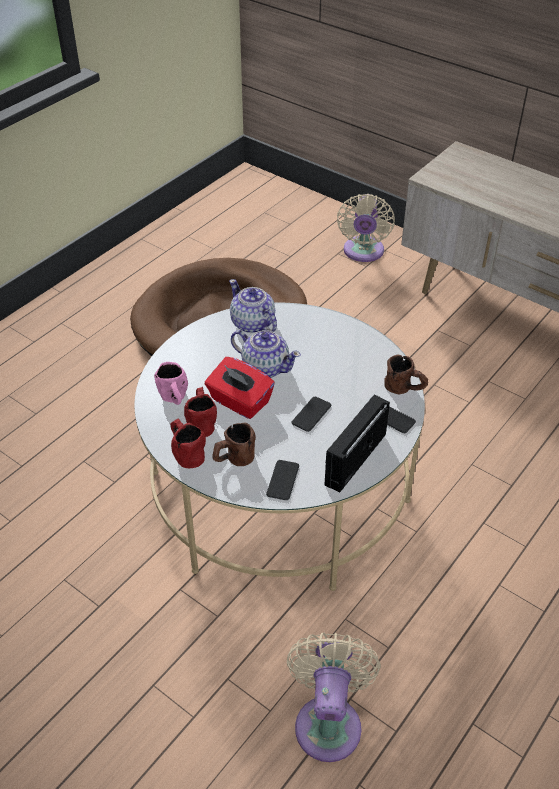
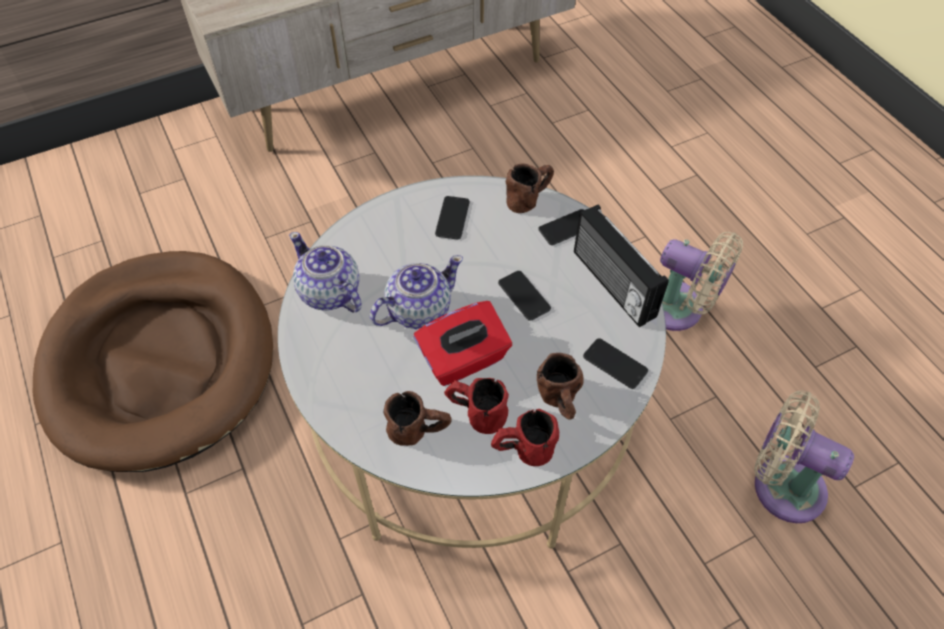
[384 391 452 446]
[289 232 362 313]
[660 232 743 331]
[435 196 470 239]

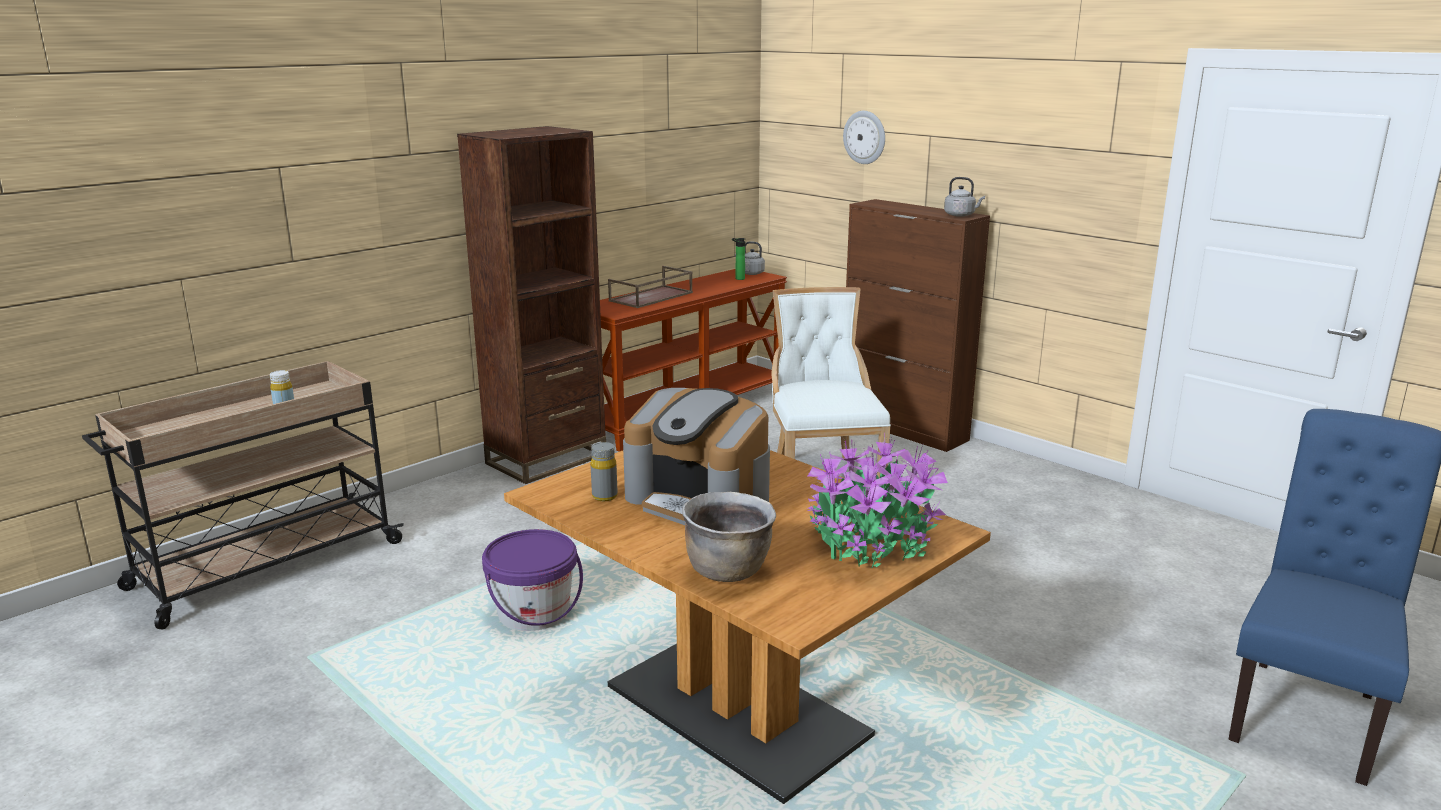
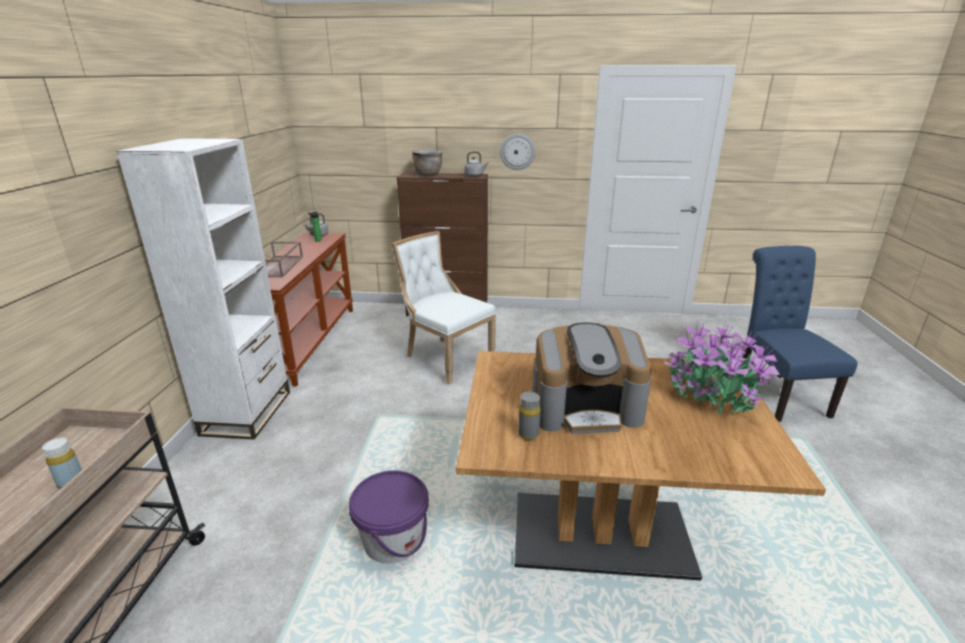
[116 138 290 439]
[412 150 443 176]
[500 134 535 170]

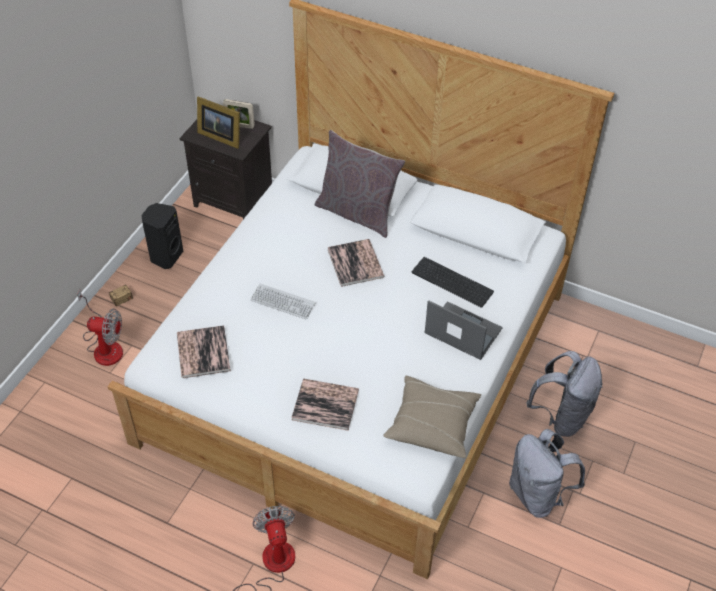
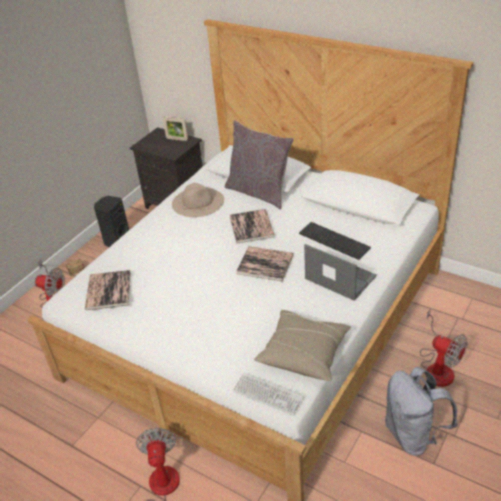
[197 96 240 149] (first image)
[233 373 304 416]
[236 246 294 282]
[420 308 468 387]
[172 183 224 217]

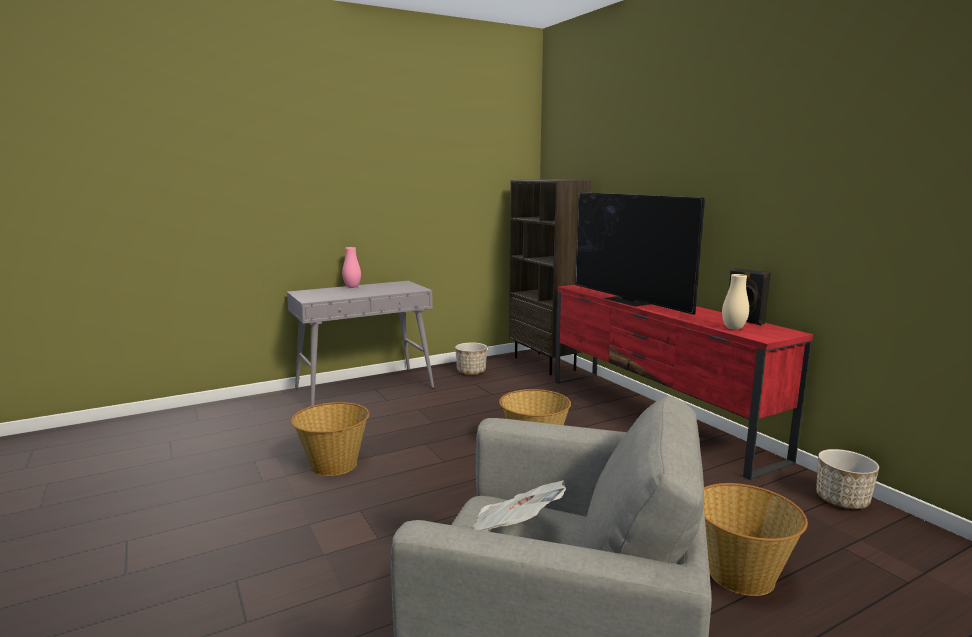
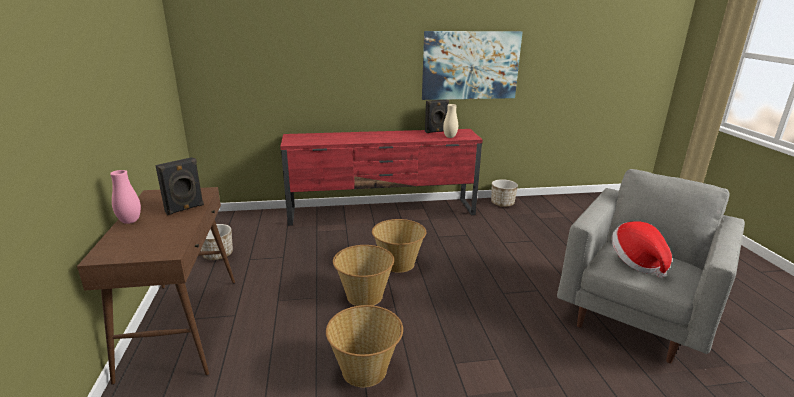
[77 187 235 385]
[611 221 672 278]
[509 179 591 375] (first image)
[575 192 705 315] (first image)
[333 245 394 306]
[155 157 204 215]
[422 31 522 100]

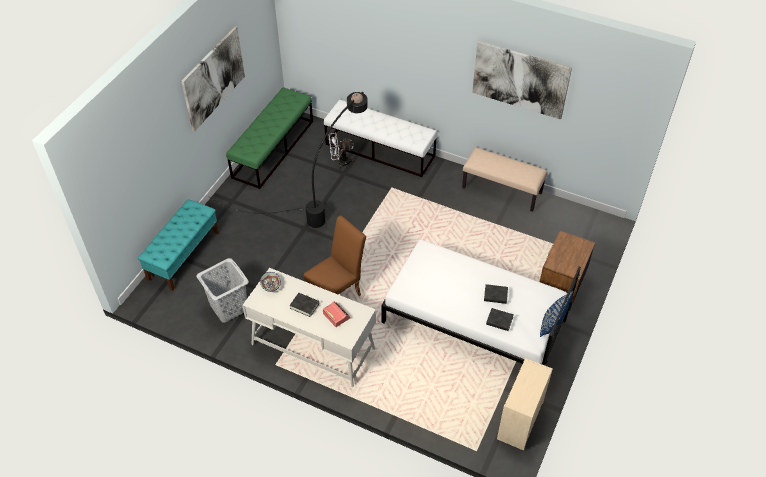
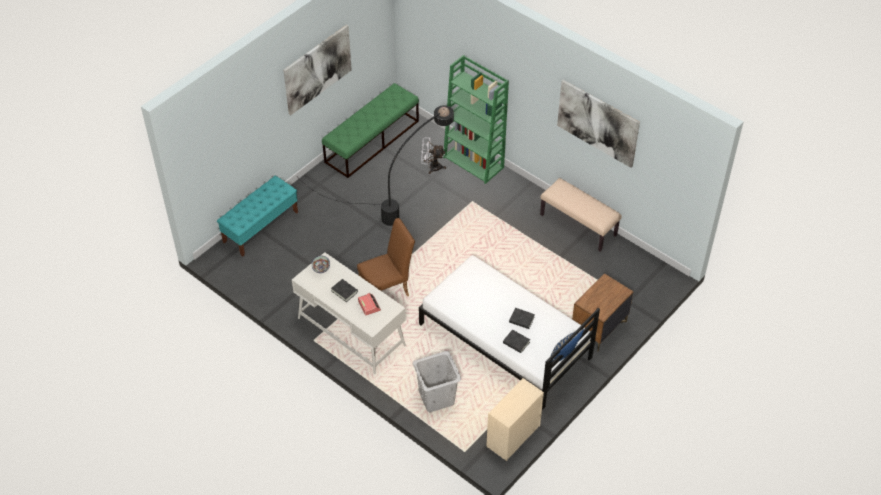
[413 351 461 412]
[443 55 509 184]

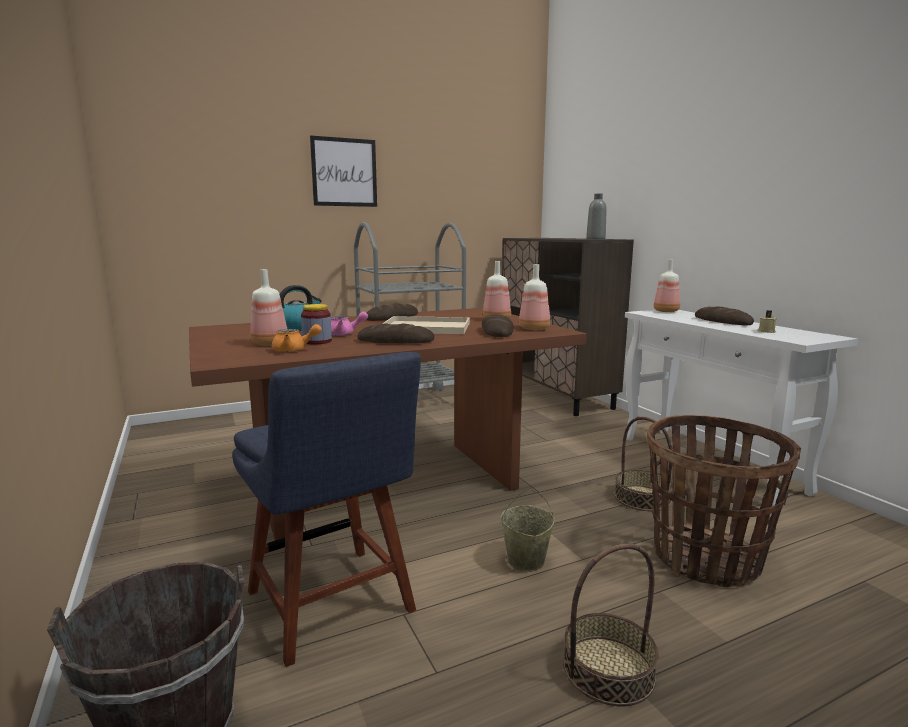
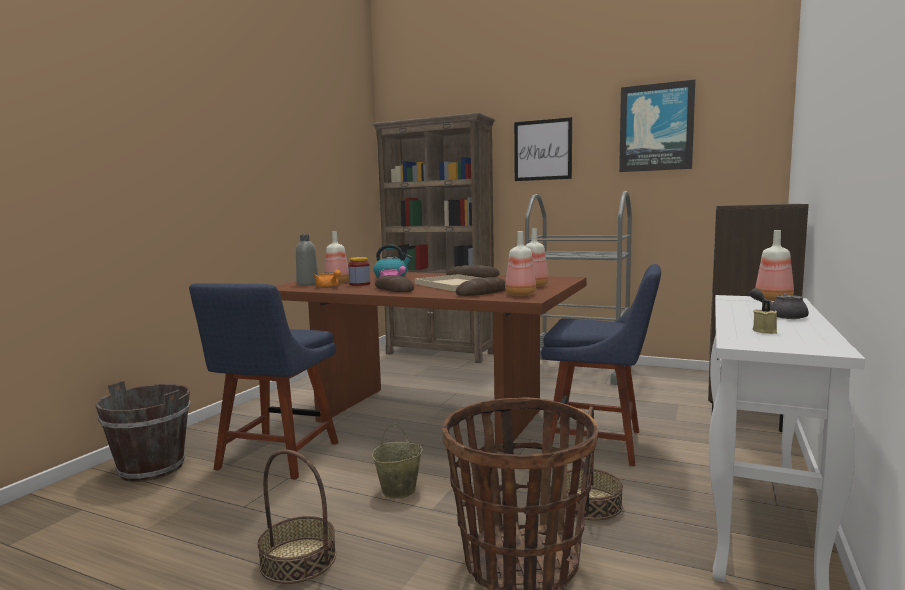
[296 234 318 286]
[750 288 809 319]
[372 112 495 363]
[541 264 661 466]
[619 80 695 172]

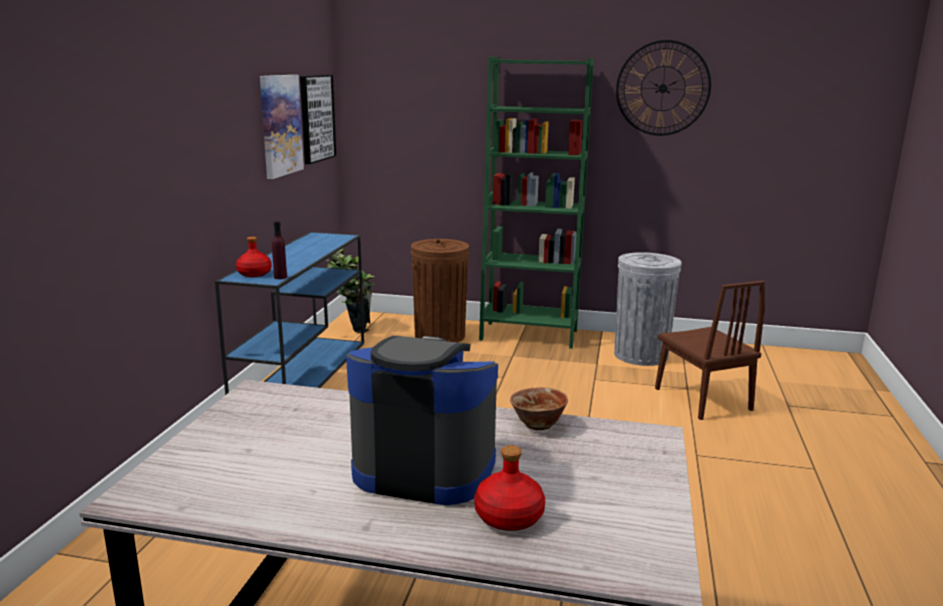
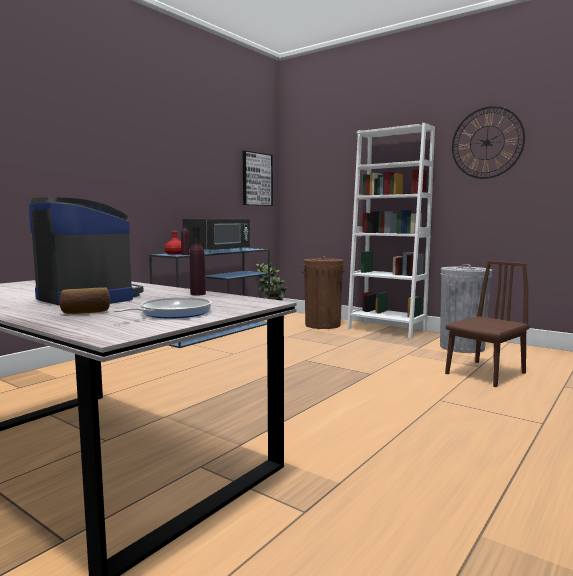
[260 75 304 179] (first image)
[59 287 110 314]
[347 123 435 339]
[190 227 206 296]
[445 261 530 387]
[114 297 212 319]
[186 219 250 253]

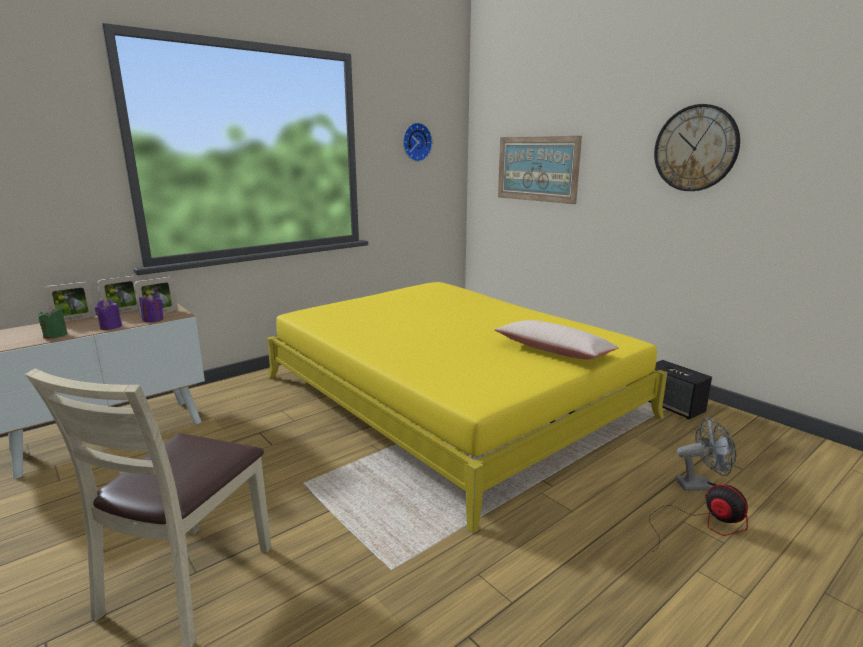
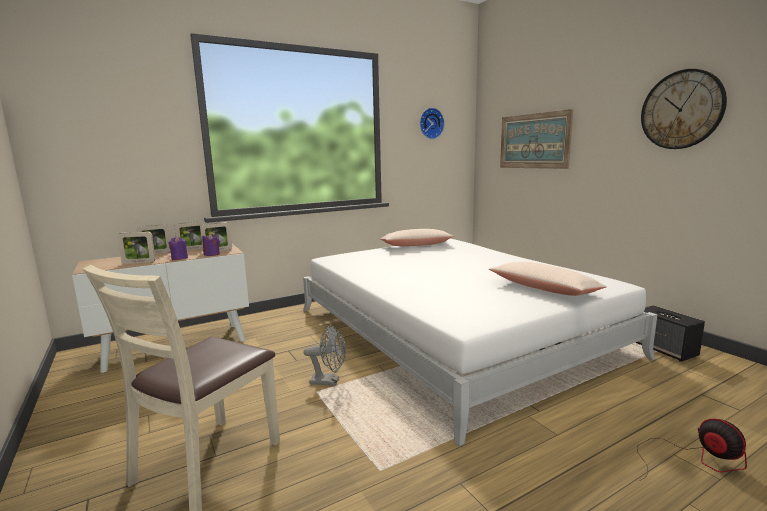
[117 232 156 264]
[303 239 658 446]
[303 325 346 386]
[381 229 454 246]

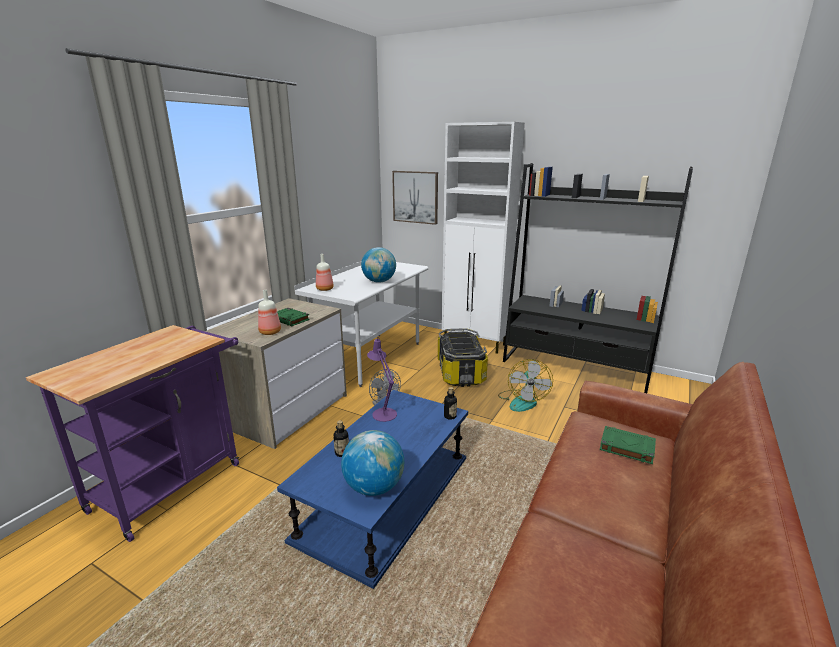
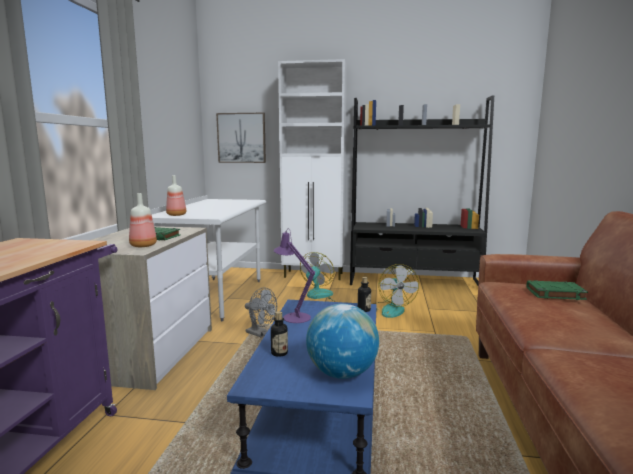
[361 247 396 283] (first image)
[300 252 335 302]

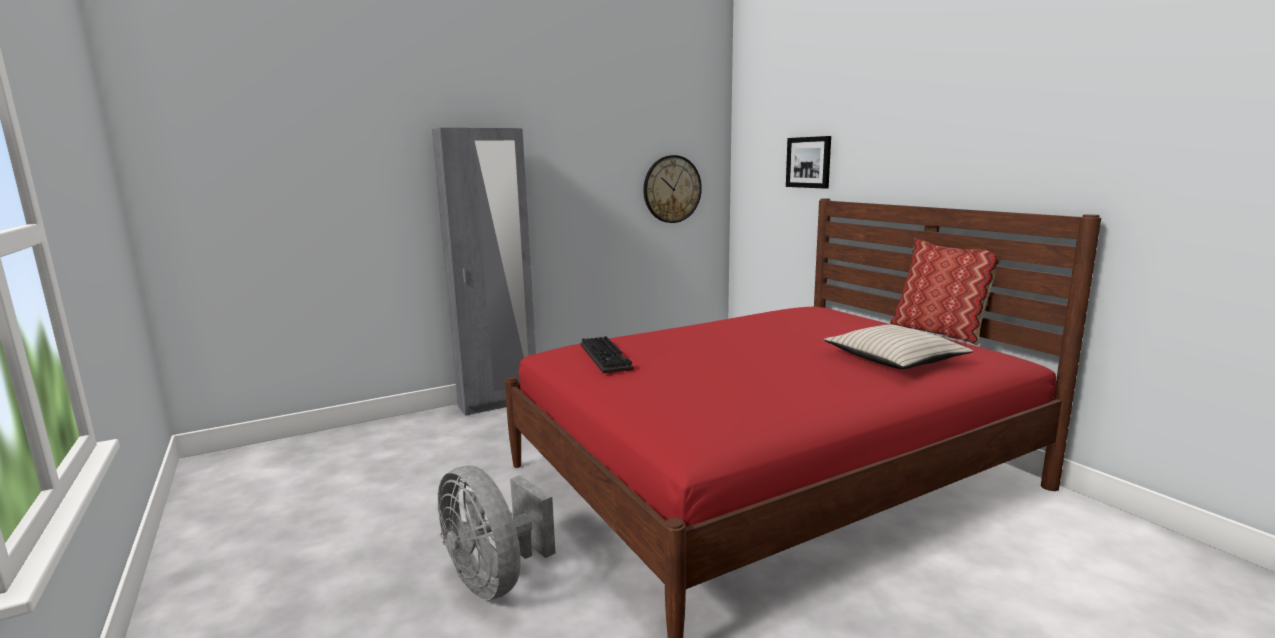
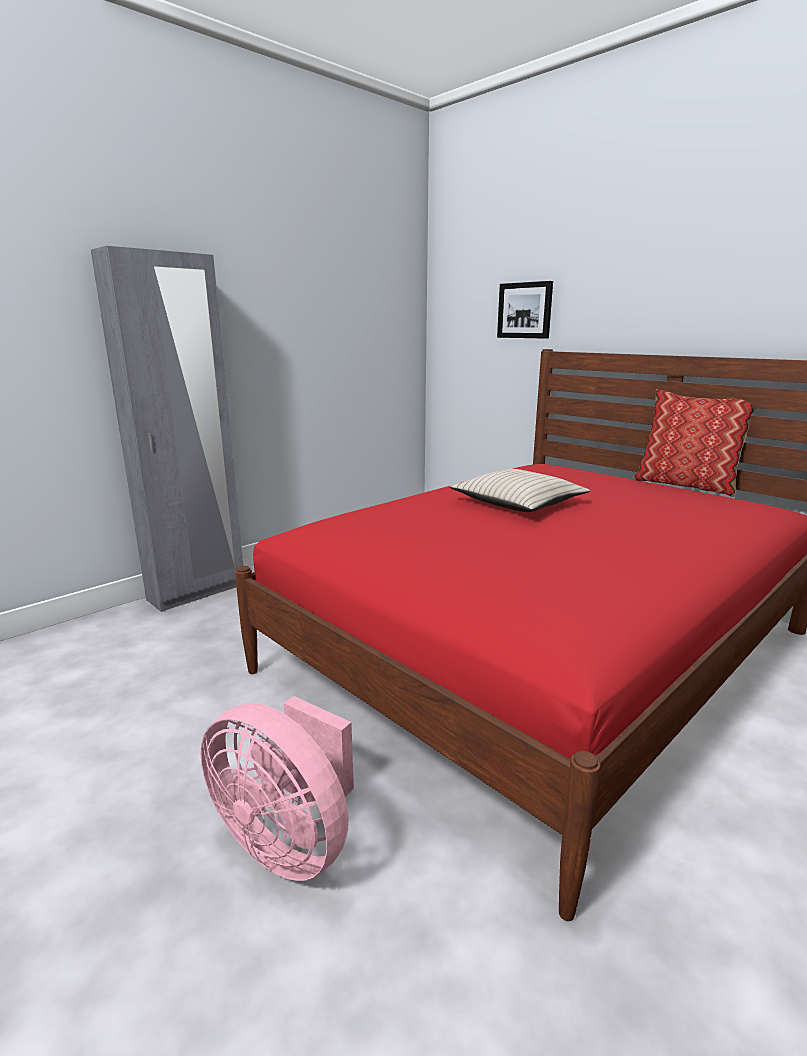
[200 696 354 881]
[581 336 634 374] (first image)
[643 155 702 223] (first image)
[449 469 590 512]

